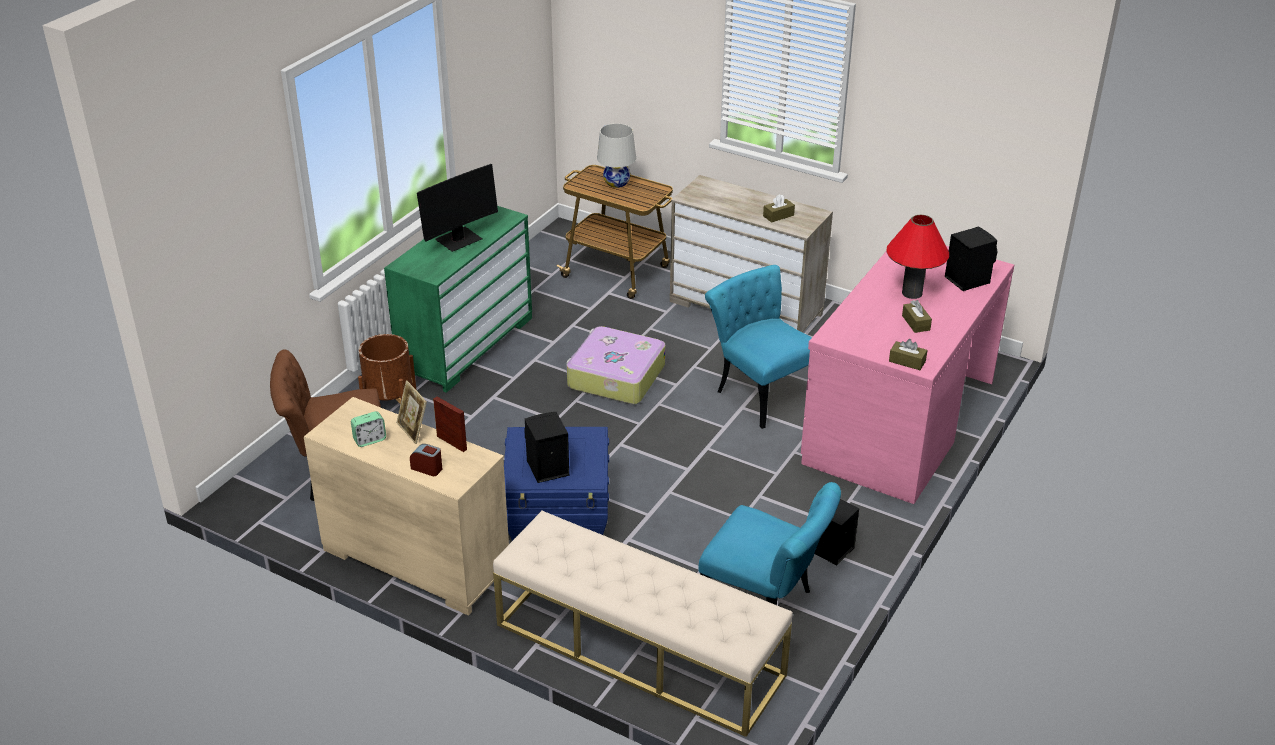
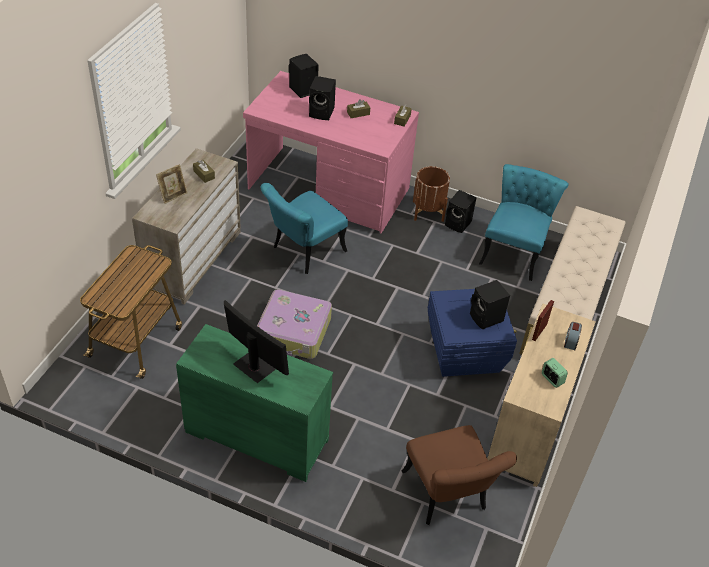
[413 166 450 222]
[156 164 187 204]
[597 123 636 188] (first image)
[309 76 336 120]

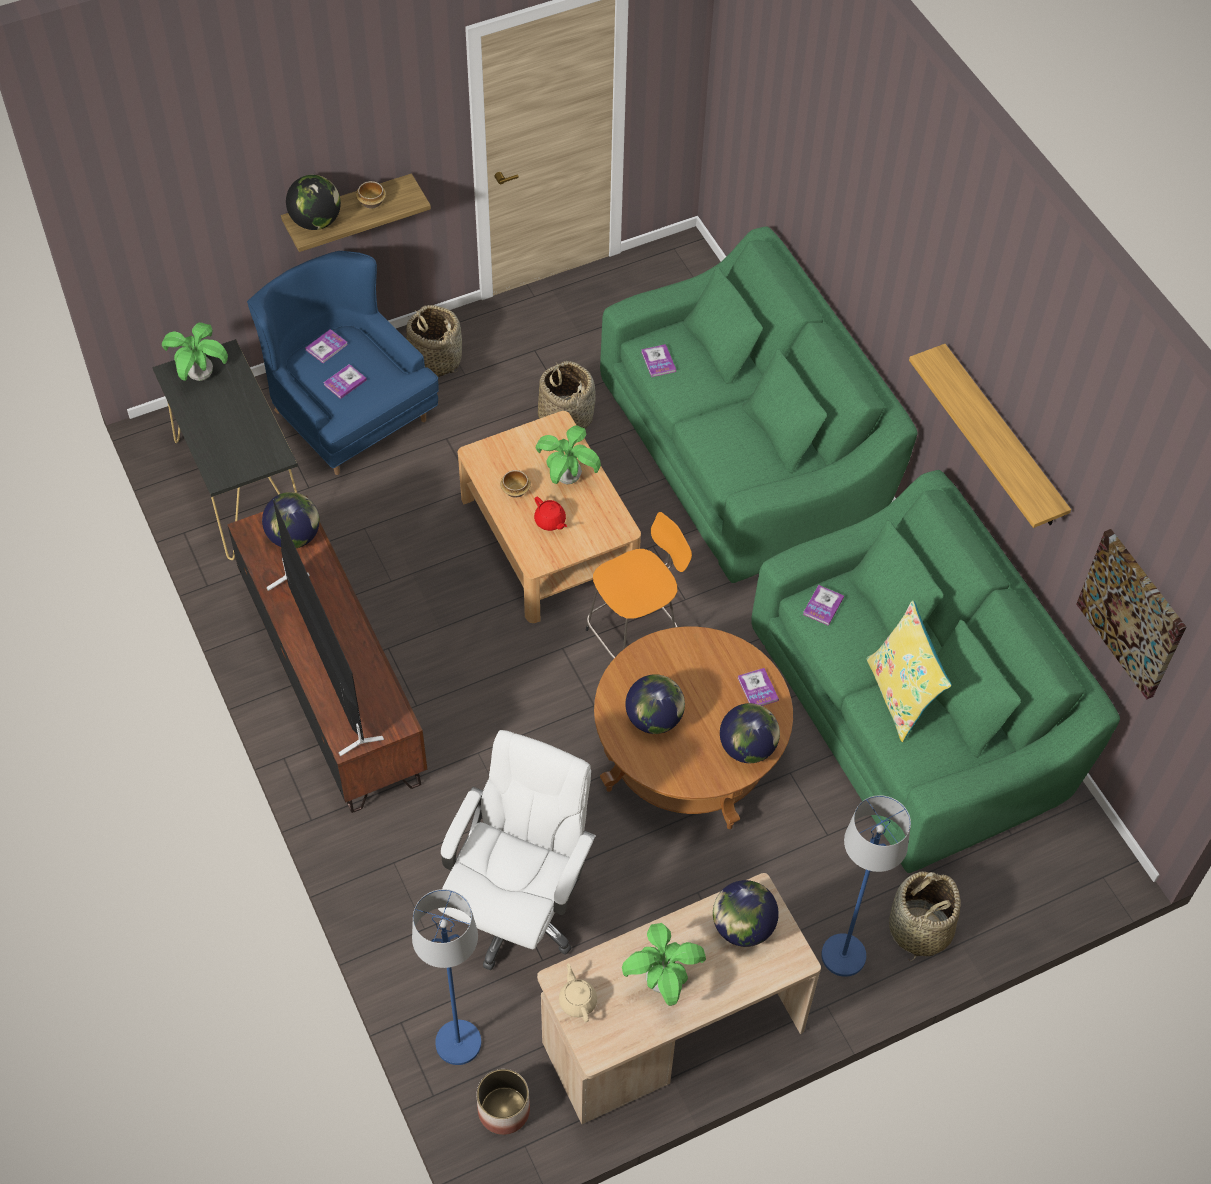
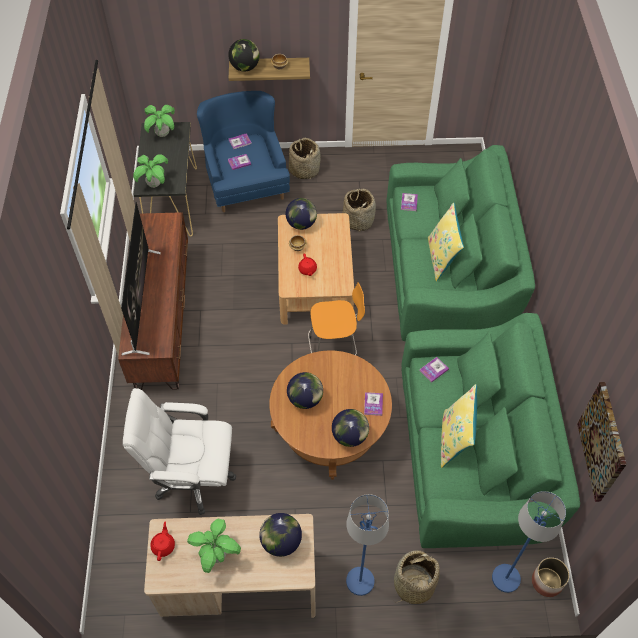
[286 198 317 230]
[492 491 566 593]
[123 388 236 515]
[532 557 570 597]
[133 154 168 188]
[150 522 175 561]
[909 344 1071 528] (first image)
[428 203 464 281]

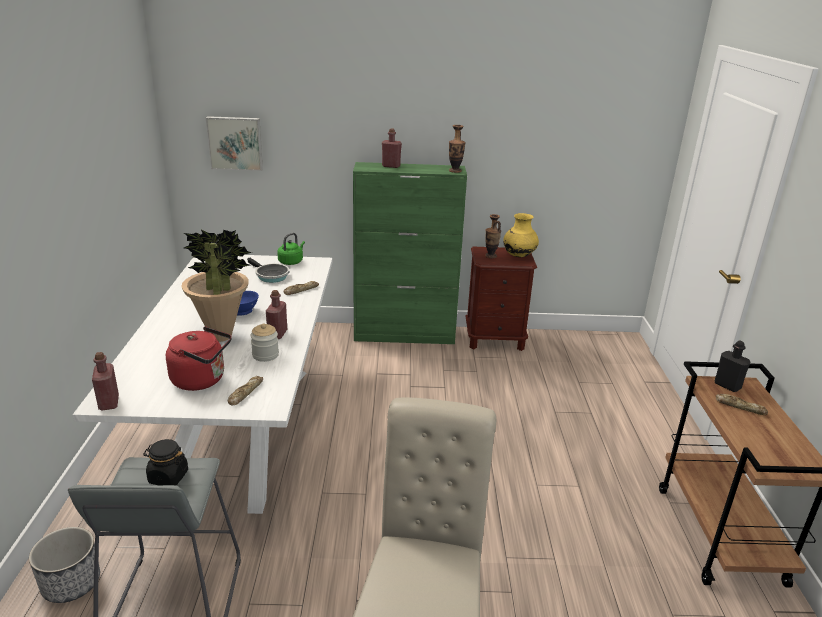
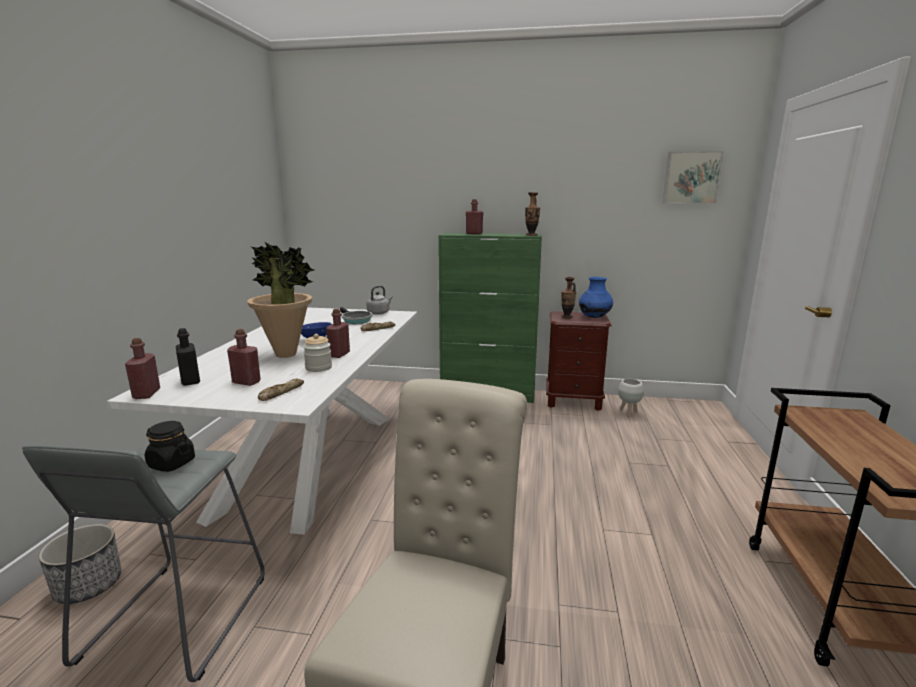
[227 329 261 386]
[663 151 724 204]
[366 286 393 315]
[579 277 613 318]
[176 328 200 386]
[716 394 768 415] (first image)
[618 379 644 417]

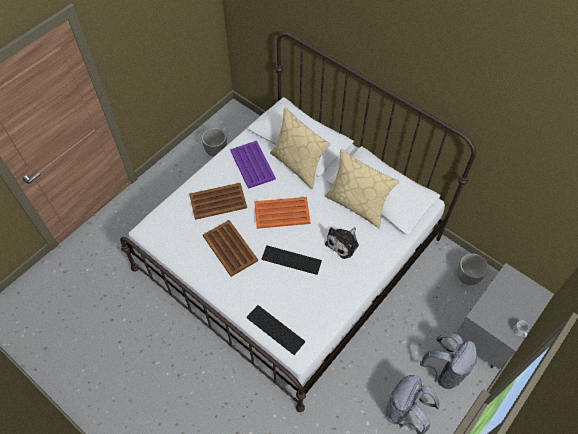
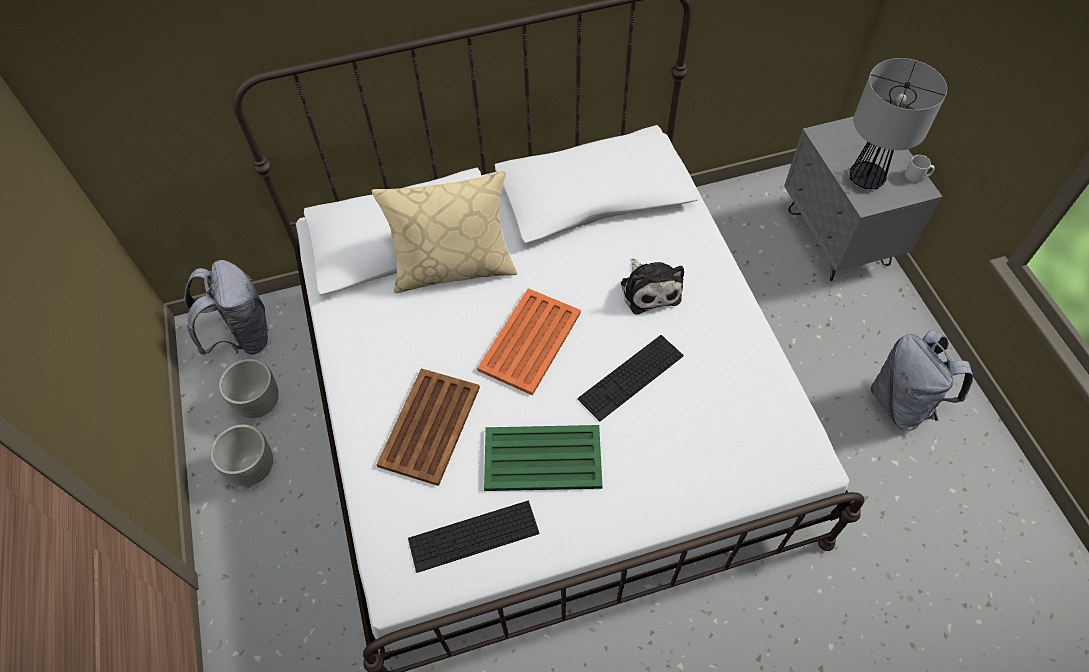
[484 425 602 491]
[230 141 276 189] (first image)
[408 501 539 573]
[325 149 400 228] (first image)
[184 260 269 356]
[210 424 273 486]
[850 58 947 189]

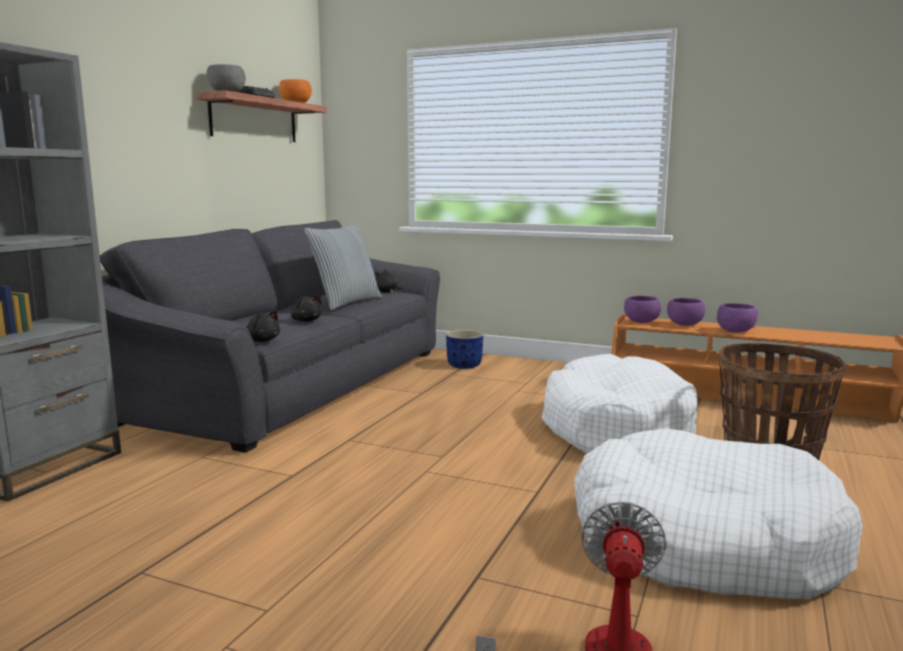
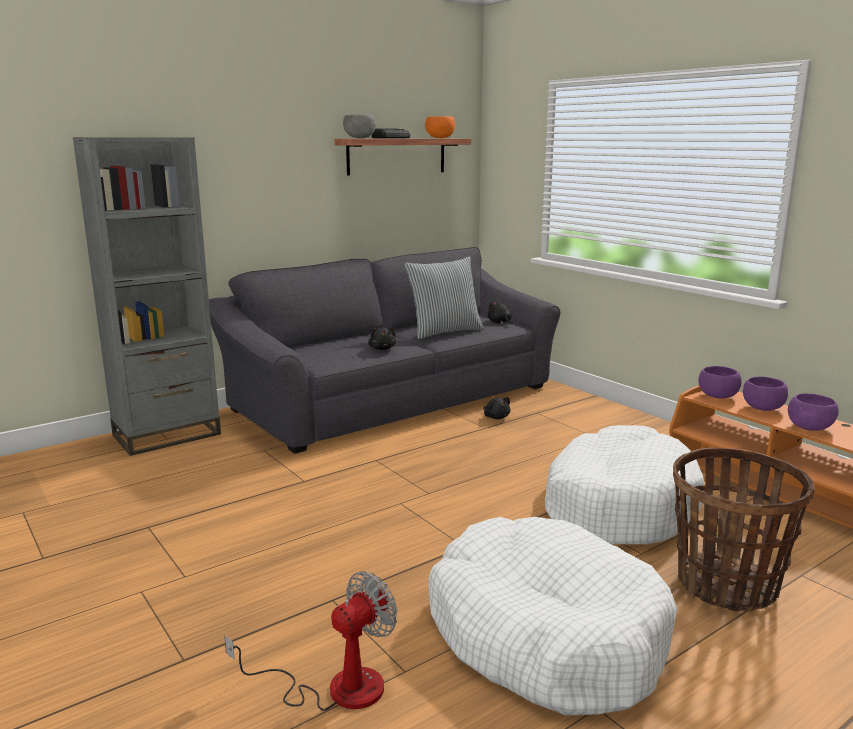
[483 397 511 419]
[446 330 483 369] (first image)

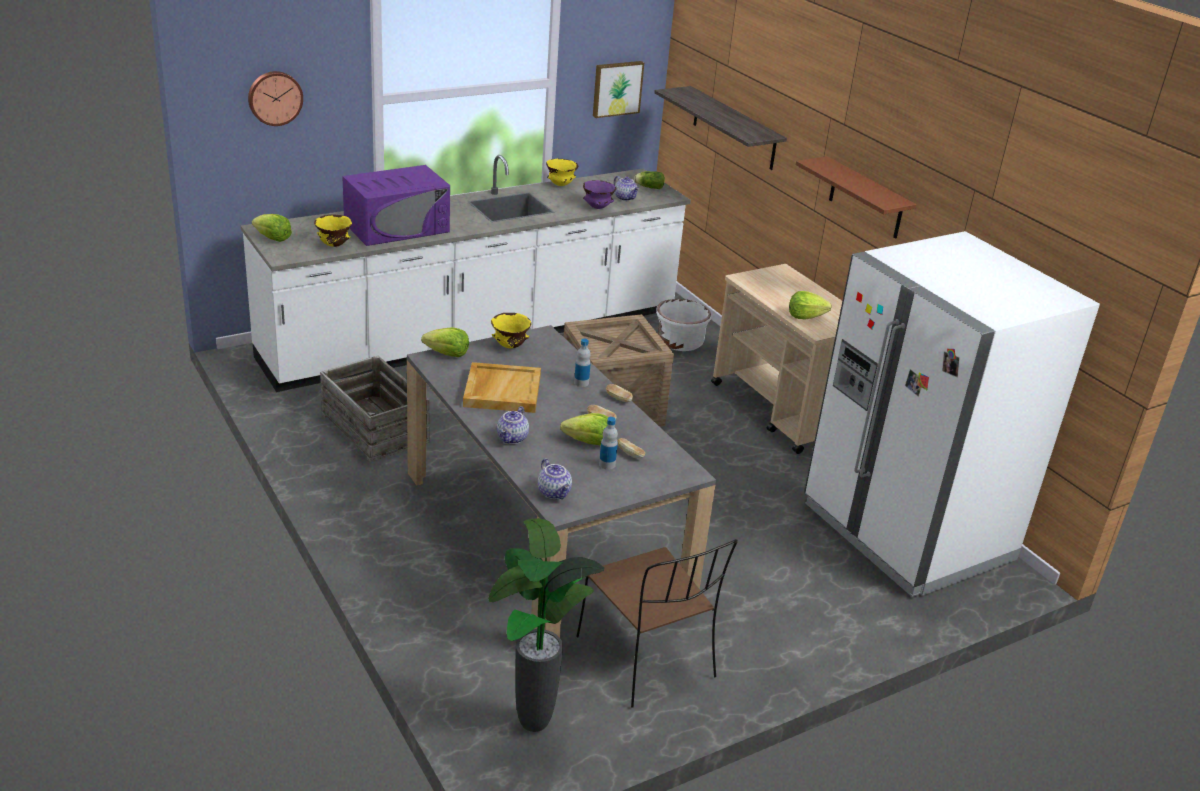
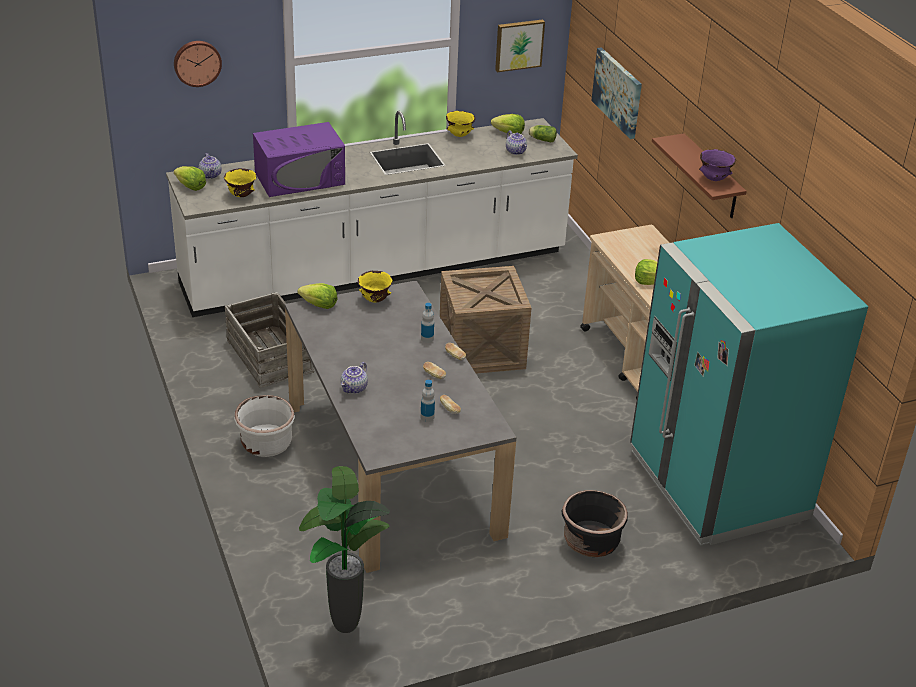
[463 362 541 413] (first image)
[199 153 222 179]
[491 114 525 134]
[576 539 738 708] (first image)
[699 149 736 181]
[591 47 642 139]
[234 395 295 457]
[630 223 868 546]
[561 490 628 557]

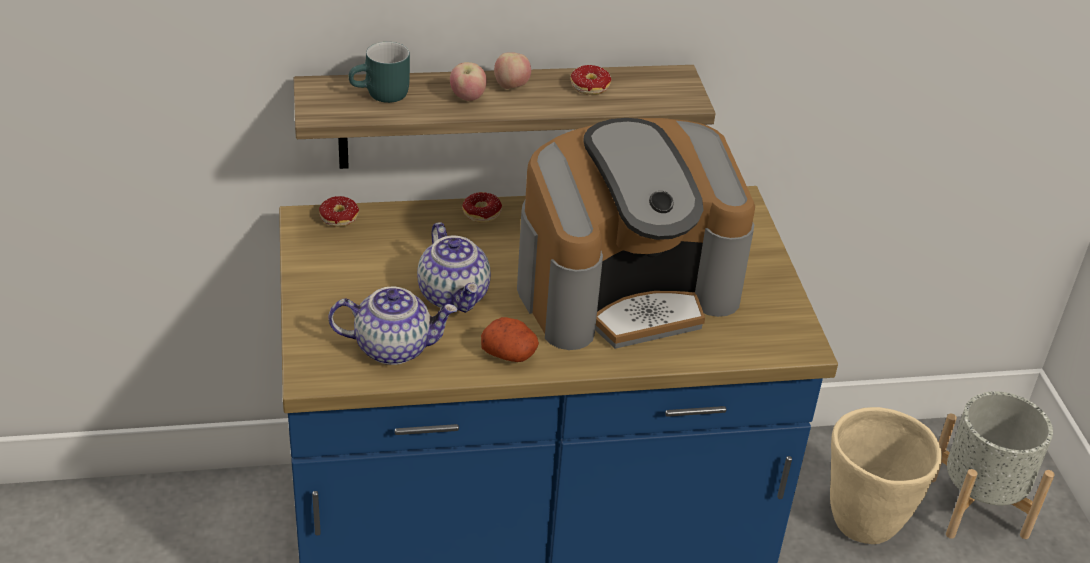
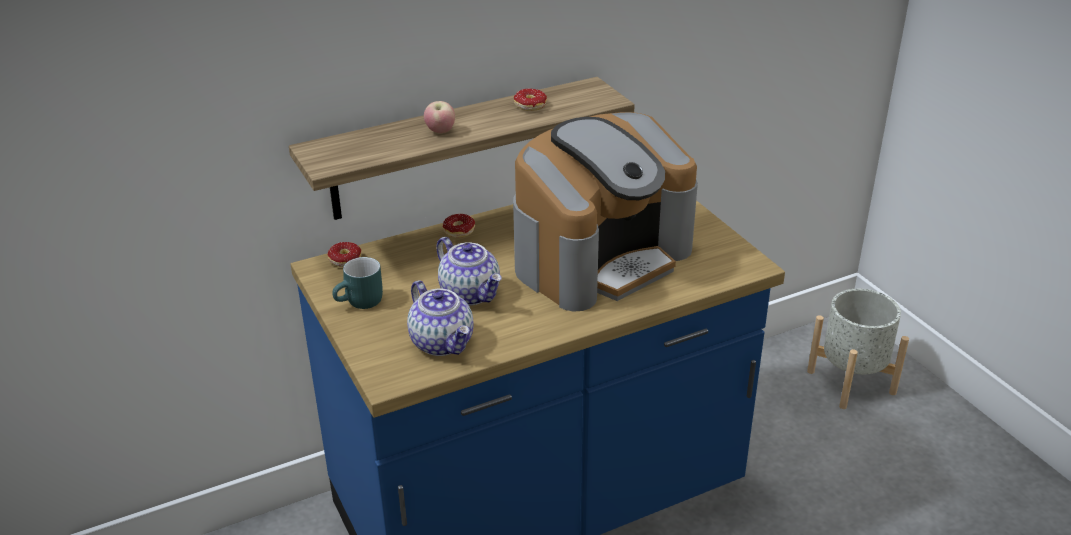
[407 280 474 356]
[332 257 383 309]
[481 317 539 362] (first image)
[494 52 531 89] (first image)
[830 407 942 544] (first image)

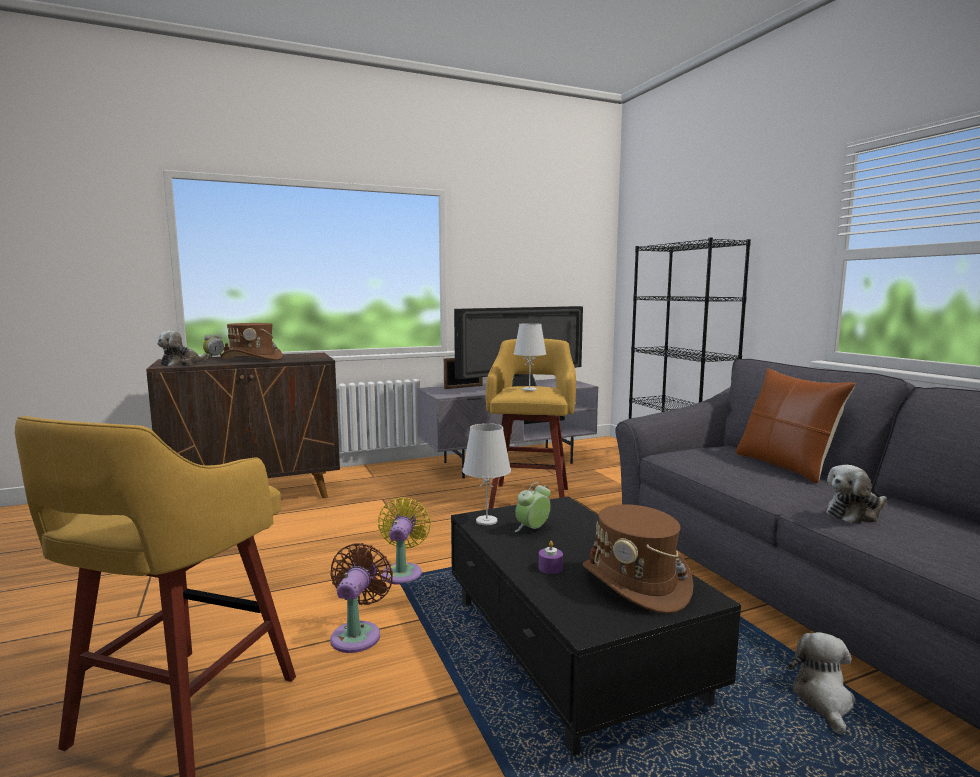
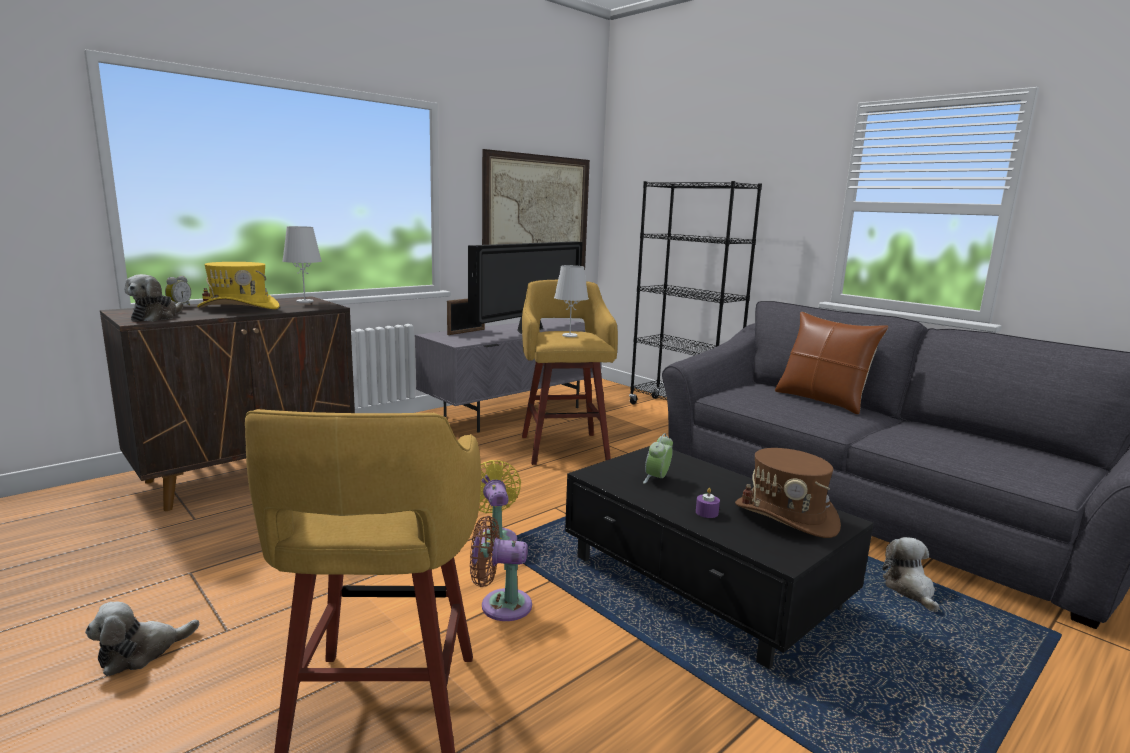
[197 262 280 309]
[470 516 532 621]
[282 226 322 303]
[85 602 199 676]
[482 149 590 270]

